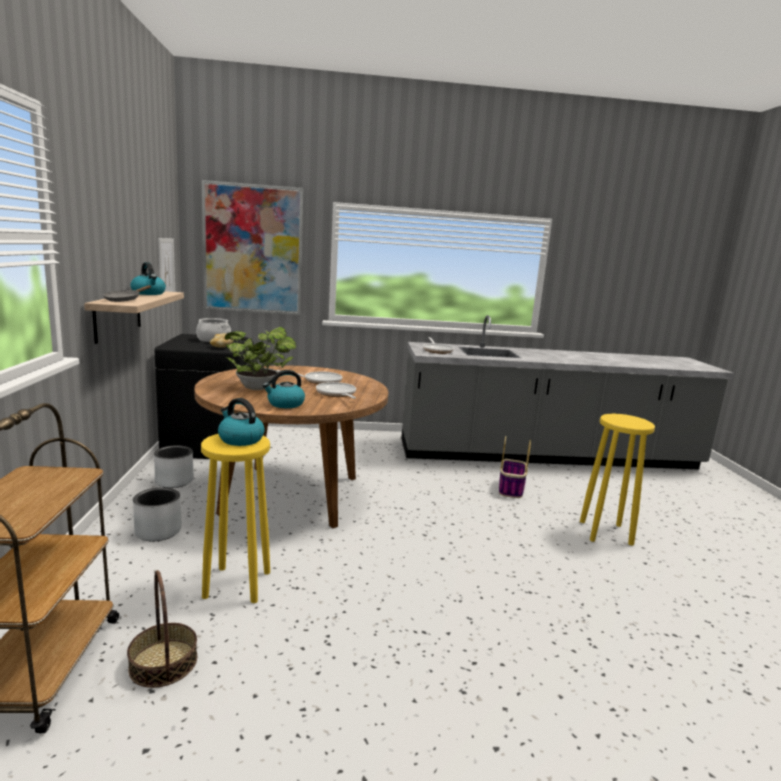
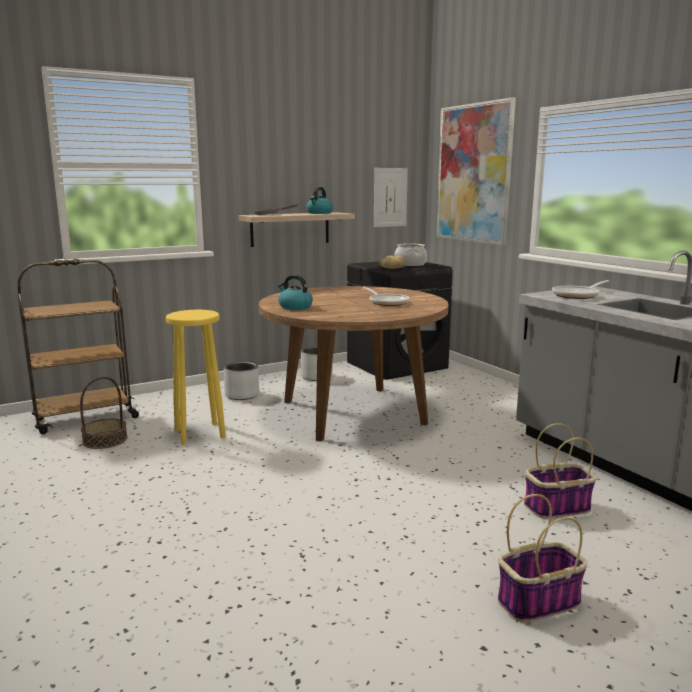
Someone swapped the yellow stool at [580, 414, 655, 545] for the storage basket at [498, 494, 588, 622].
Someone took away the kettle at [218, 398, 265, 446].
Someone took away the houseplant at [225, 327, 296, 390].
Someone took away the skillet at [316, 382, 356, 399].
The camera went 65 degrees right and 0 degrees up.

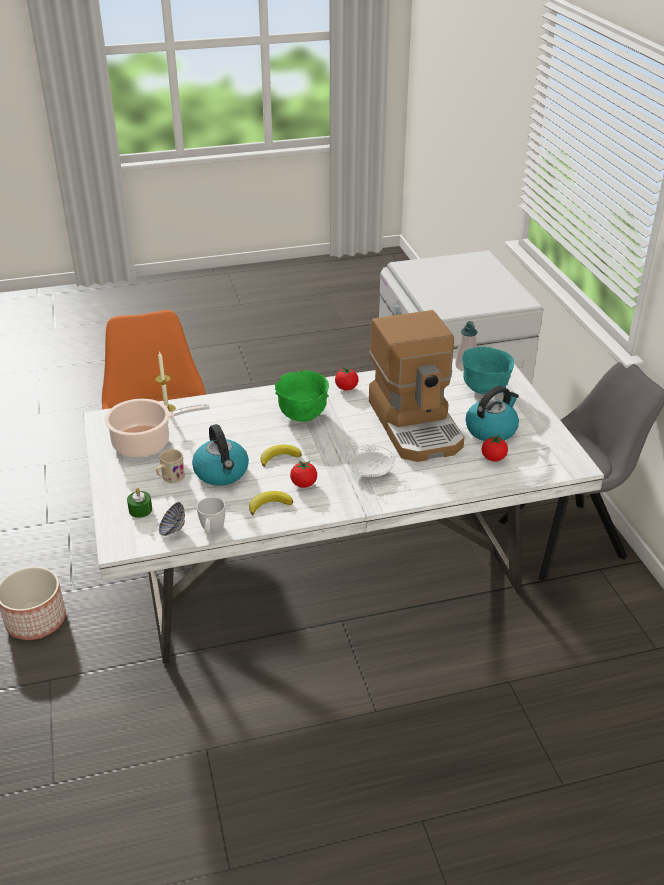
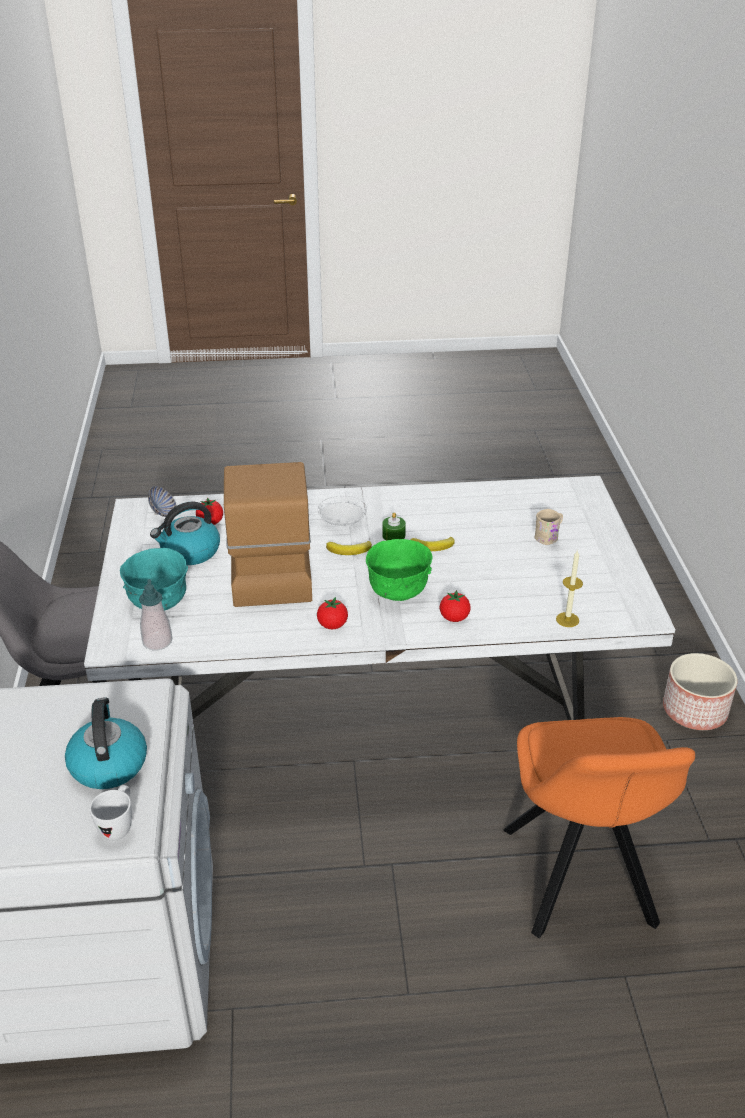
Someone carried the kettle from [192, 424, 249, 486] to [65, 697, 147, 789].
Someone carried the white tea mug from [197, 497, 225, 533] to [90, 785, 132, 841].
Someone carried the bowl from [159, 502, 185, 536] to [148, 486, 177, 517].
Someone carried the banana fruit from [249, 491, 293, 516] to [326, 541, 372, 555].
Someone carried the green-coloured wax light from [127, 488, 152, 518] to [382, 512, 406, 540].
Someone carried the fresh tomato from [290, 460, 317, 488] to [440, 590, 471, 622].
Someone took away the saucepot at [104, 399, 210, 458].
The camera went 170 degrees left and 0 degrees up.

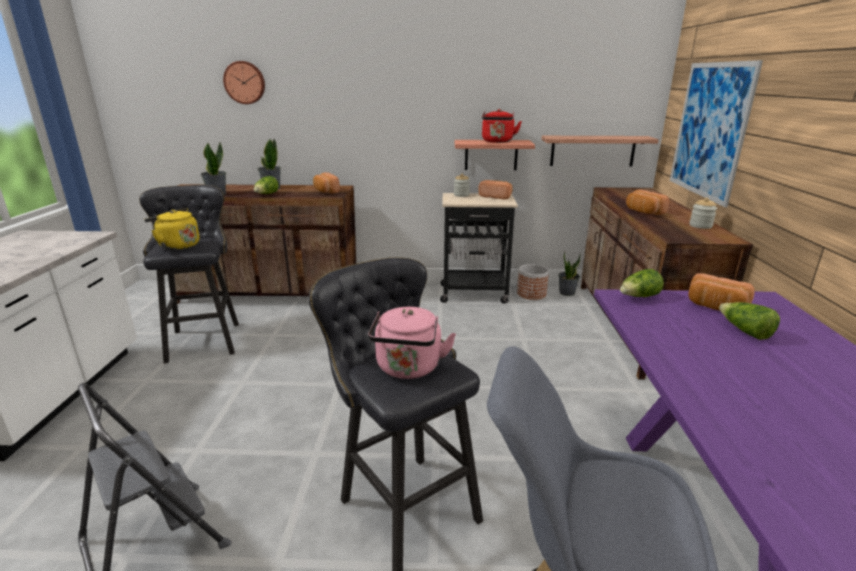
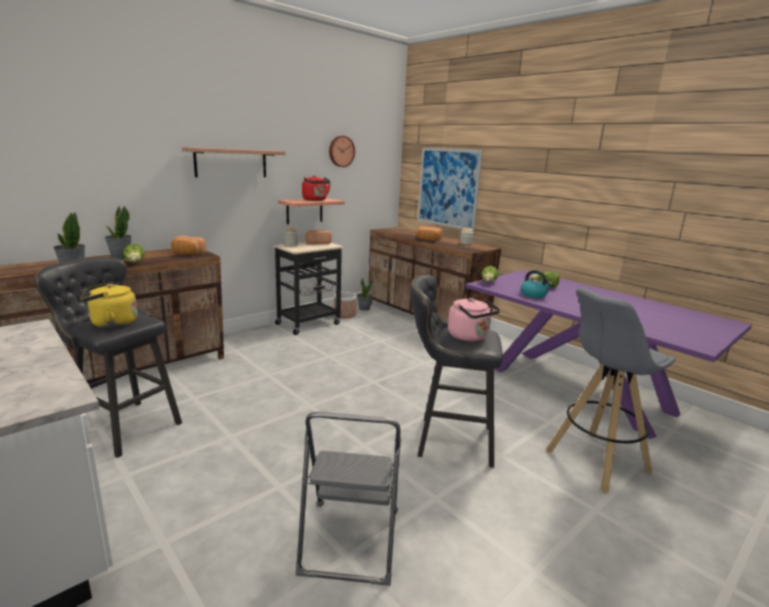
Someone carried the shelf from [541, 136, 659, 167] to [182, 147, 286, 177].
Someone carried the clock on the wall from [223, 61, 265, 104] to [329, 136, 355, 167].
Someone put down the kettle at [520, 270, 552, 298].
Someone took away the bakery bread at [688, 274, 755, 310].
The camera went 45 degrees left and 5 degrees down.

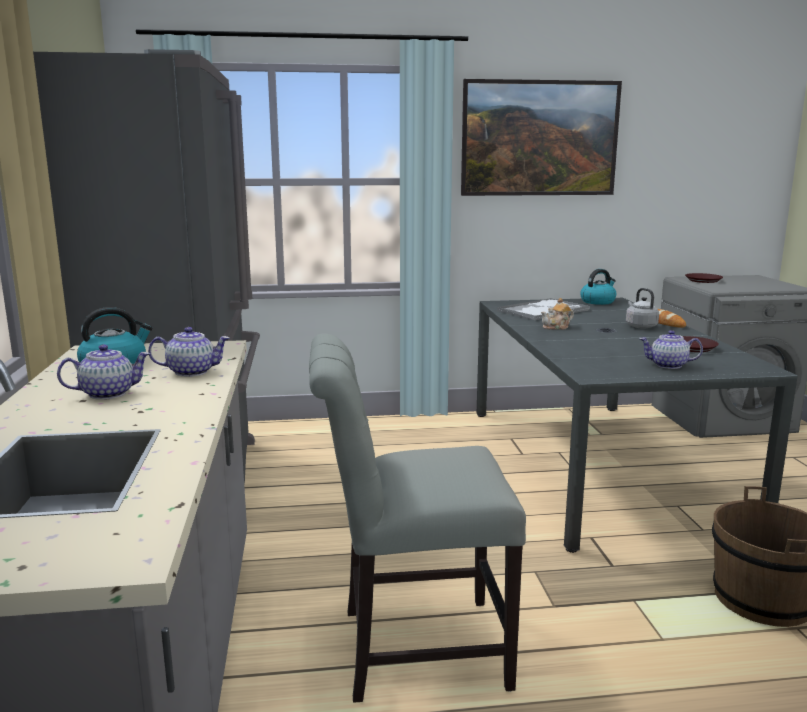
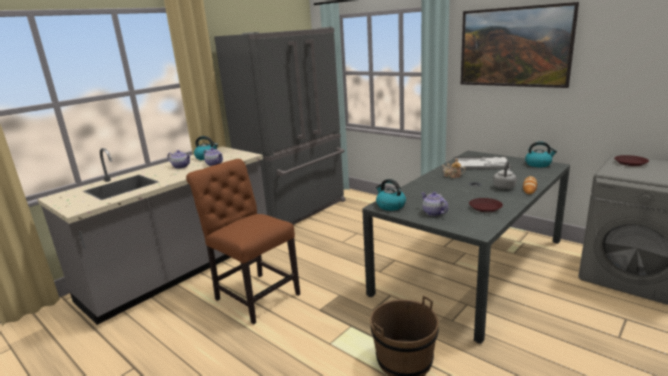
Someone repainted the gray chair at [309, 333, 526, 703], which became the brown chair at [186, 159, 300, 324].
Someone put down the kettle at [376, 179, 406, 211].
The camera went 50 degrees right and 5 degrees up.

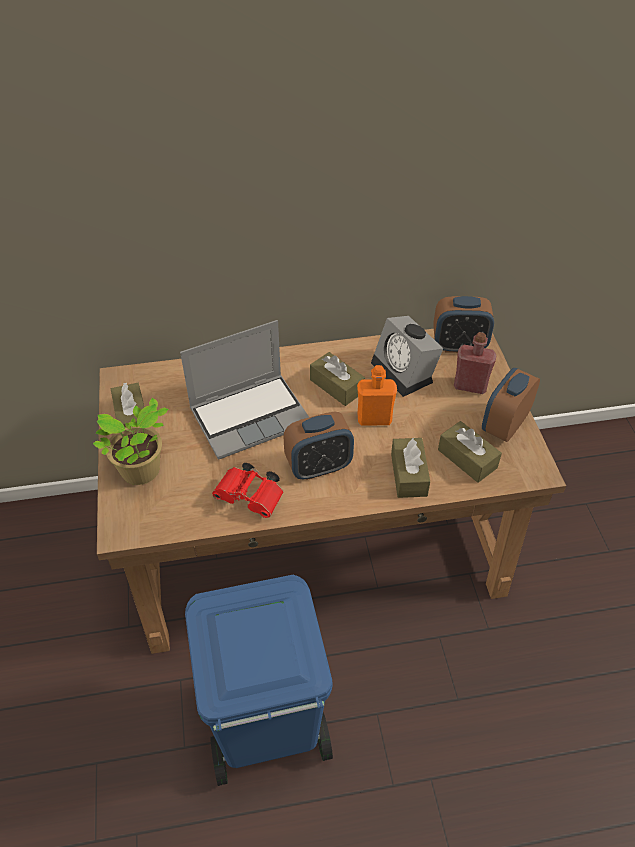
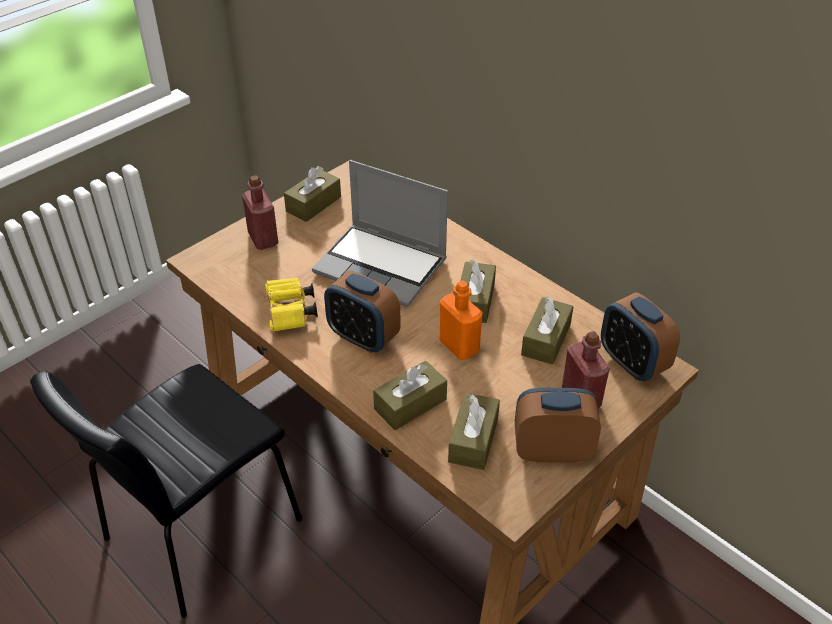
Someone swapped the blue-coloured trash can at [185, 575, 333, 786] for the black chair at [30, 364, 302, 618].
Someone swapped the houseplant at [93, 398, 168, 485] for the red-coloured bottle at [242, 175, 278, 250].
Someone repainted the red-coloured binoculars at [212, 463, 283, 518], which became the yellow binoculars at [264, 277, 318, 332].
Someone swapped the bedside clock at [371, 316, 444, 397] for the brown tissue box at [521, 297, 574, 365].
The camera went 55 degrees right and 5 degrees down.

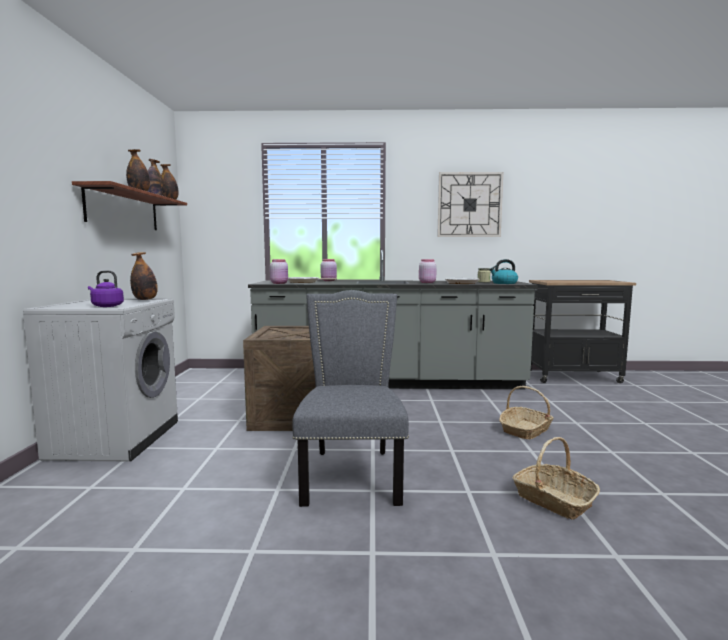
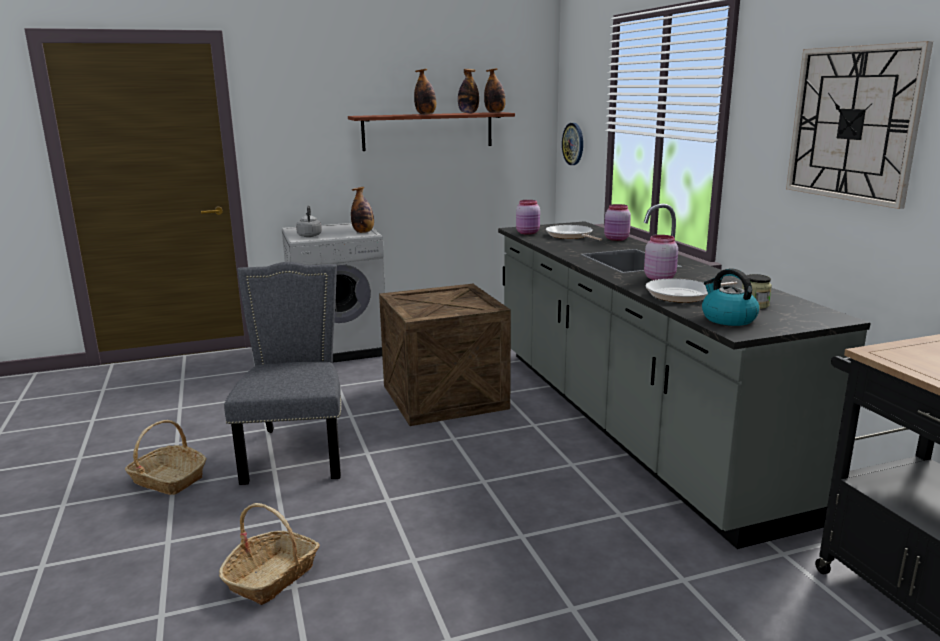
Someone carried the storage basket from [499, 386, 554, 439] to [125, 420, 207, 495].
Someone rotated the gray chair at [292, 290, 409, 507] by 75 degrees counterclockwise.
Someone repainted the purple kettle at [88, 270, 124, 307], which became the gray kettle at [296, 205, 322, 237].
Someone put up the clock on the wall at [562, 123, 583, 165].
The camera went 70 degrees right and 10 degrees up.

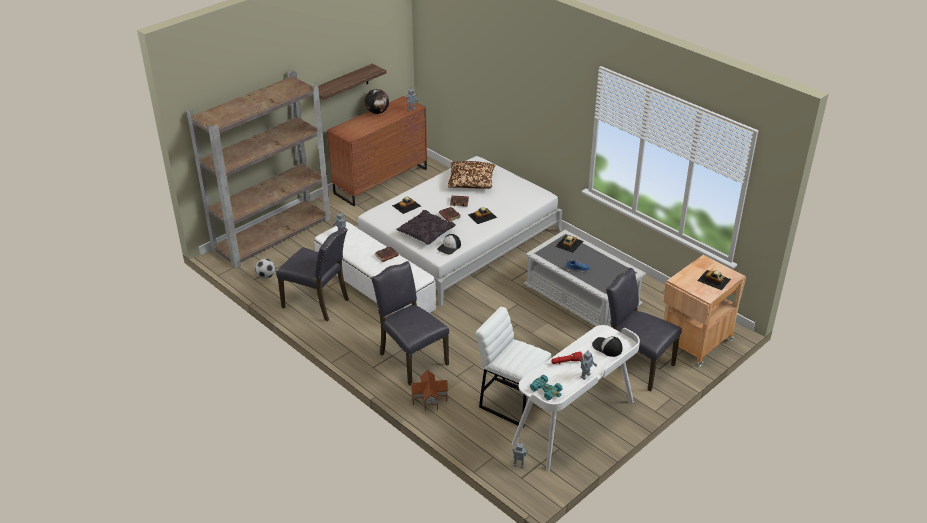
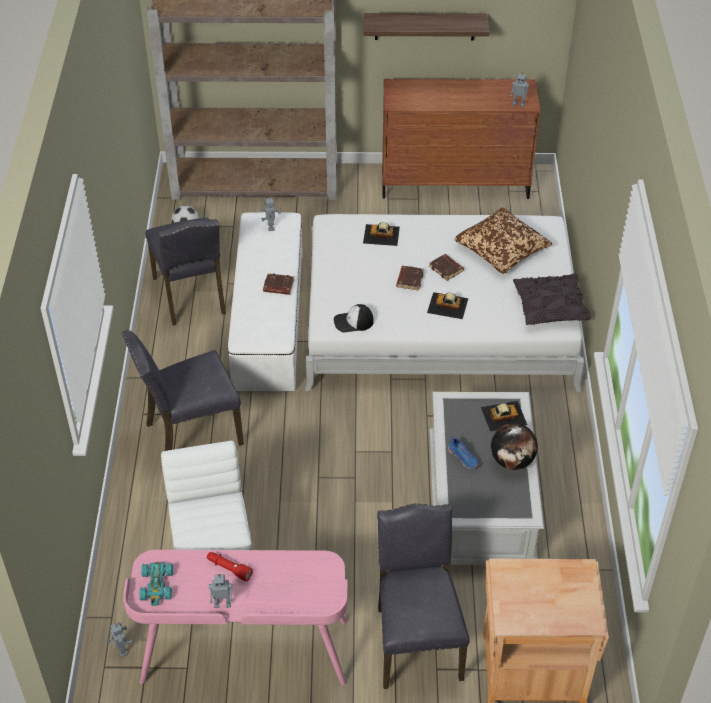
Someone rotated the gray chair at [371, 261, 449, 386] by 120 degrees counterclockwise.
Someone repainted the white desk table at [512, 325, 640, 471], which became the pink-coloured desk table at [123, 550, 348, 685].
Someone carried the globe from [365, 89, 389, 114] to [491, 423, 538, 470].
Someone carried the black cushion from [396, 210, 456, 245] to [513, 273, 591, 325].
Someone took away the toy house at [411, 370, 448, 411].
Someone took away the peaked cap at [592, 336, 622, 357].
Someone took away the toy car at [697, 270, 731, 290].
The camera went 45 degrees right and 10 degrees up.

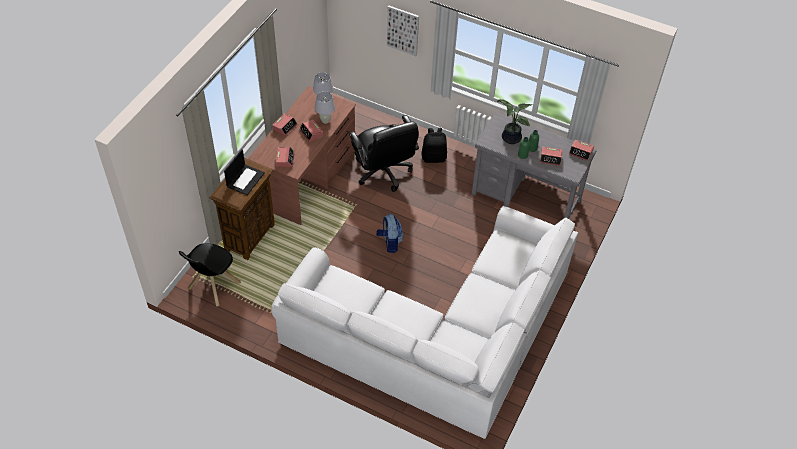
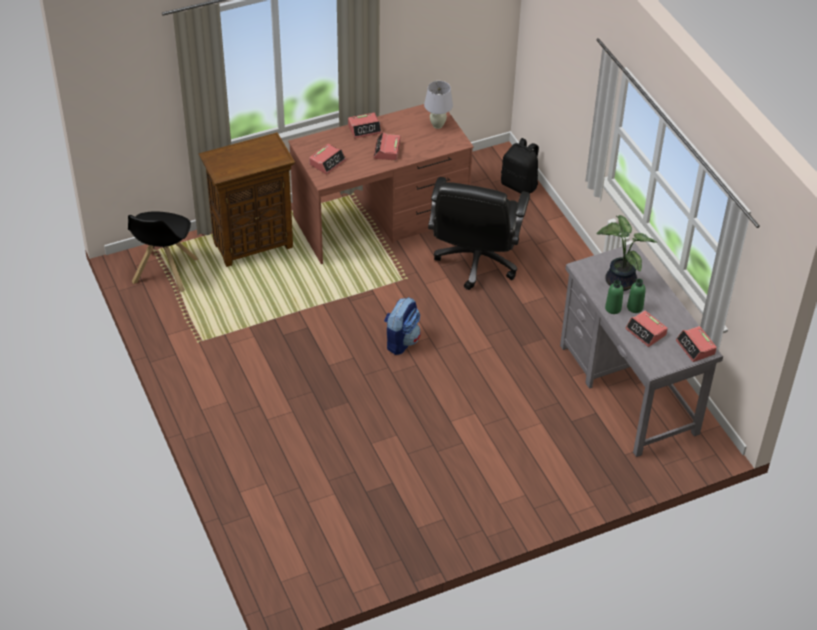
Someone rotated the black chair at [179, 243, 241, 307] by 60 degrees counterclockwise.
Someone carried the black backpack from [422, 128, 447, 163] to [501, 138, 539, 193].
Someone took away the laptop at [224, 149, 265, 195].
Someone took away the white settee at [271, 206, 578, 439].
Someone took away the white tabletop lamp at [315, 91, 335, 124].
Someone took away the wall picture at [387, 5, 419, 56].
The camera went 40 degrees right and 5 degrees down.

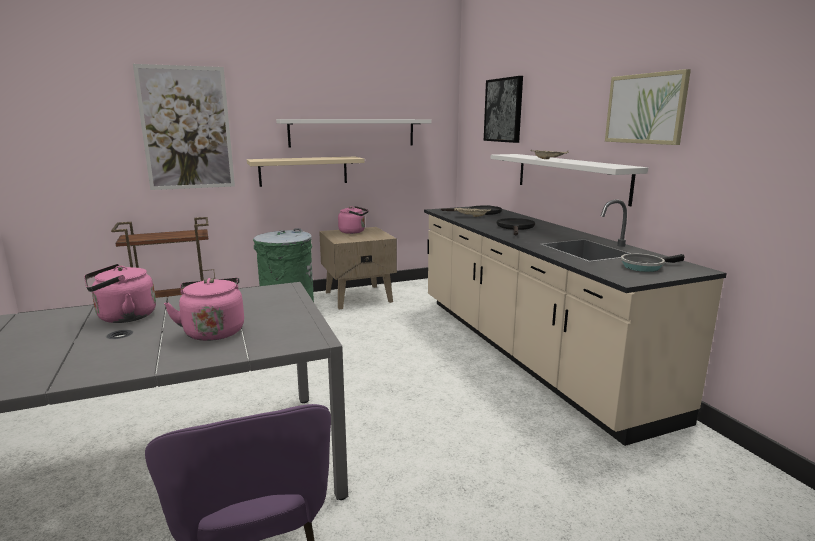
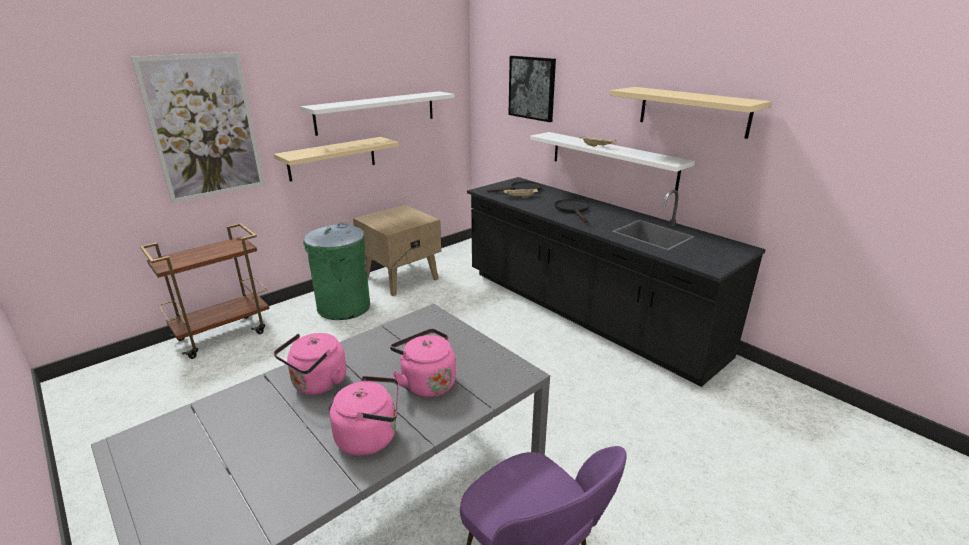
Someone carried the pink-coloured kettle from [338, 206, 369, 234] to [330, 376, 399, 456].
Someone repainted the sand-coloured kitchen counter at [424, 199, 727, 446], which became the black kitchen counter at [467, 177, 766, 387].
Someone swapped the wall picture at [605, 69, 691, 145] for the sand-coloured shelf at [610, 87, 771, 139].
Someone took away the skillet at [621, 254, 685, 272].
The camera went 20 degrees left and 10 degrees up.

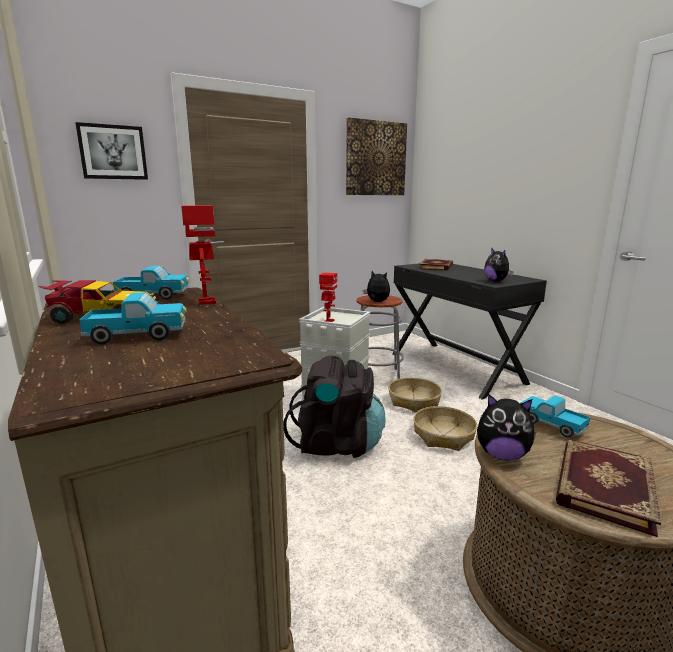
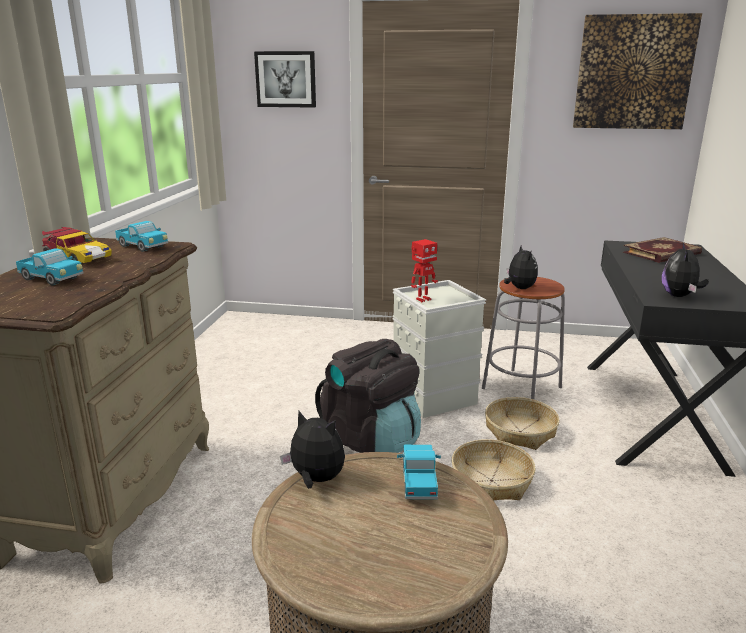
Someone rotated the plush toy at [477, 394, 536, 460] by 150 degrees clockwise.
Someone took away the robot figure at [181, 205, 216, 305].
Someone took away the book at [556, 439, 661, 537].
The camera went 40 degrees right and 5 degrees up.

